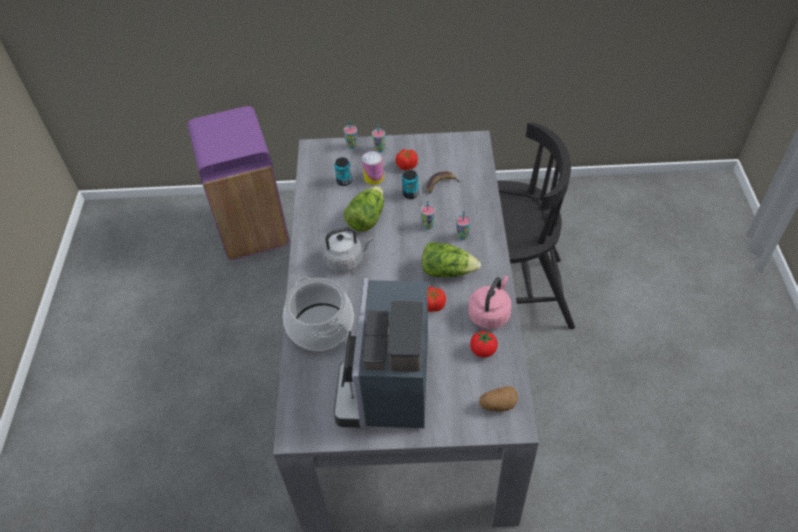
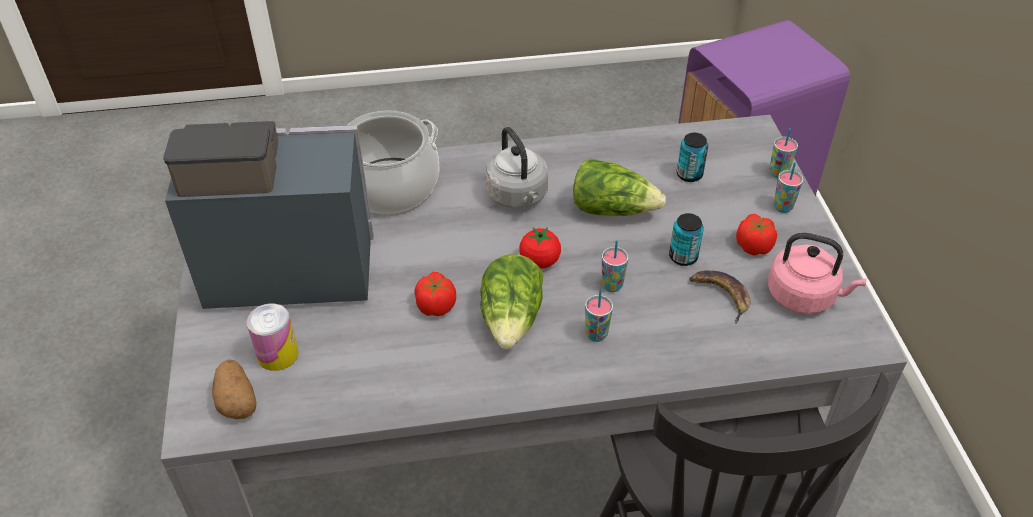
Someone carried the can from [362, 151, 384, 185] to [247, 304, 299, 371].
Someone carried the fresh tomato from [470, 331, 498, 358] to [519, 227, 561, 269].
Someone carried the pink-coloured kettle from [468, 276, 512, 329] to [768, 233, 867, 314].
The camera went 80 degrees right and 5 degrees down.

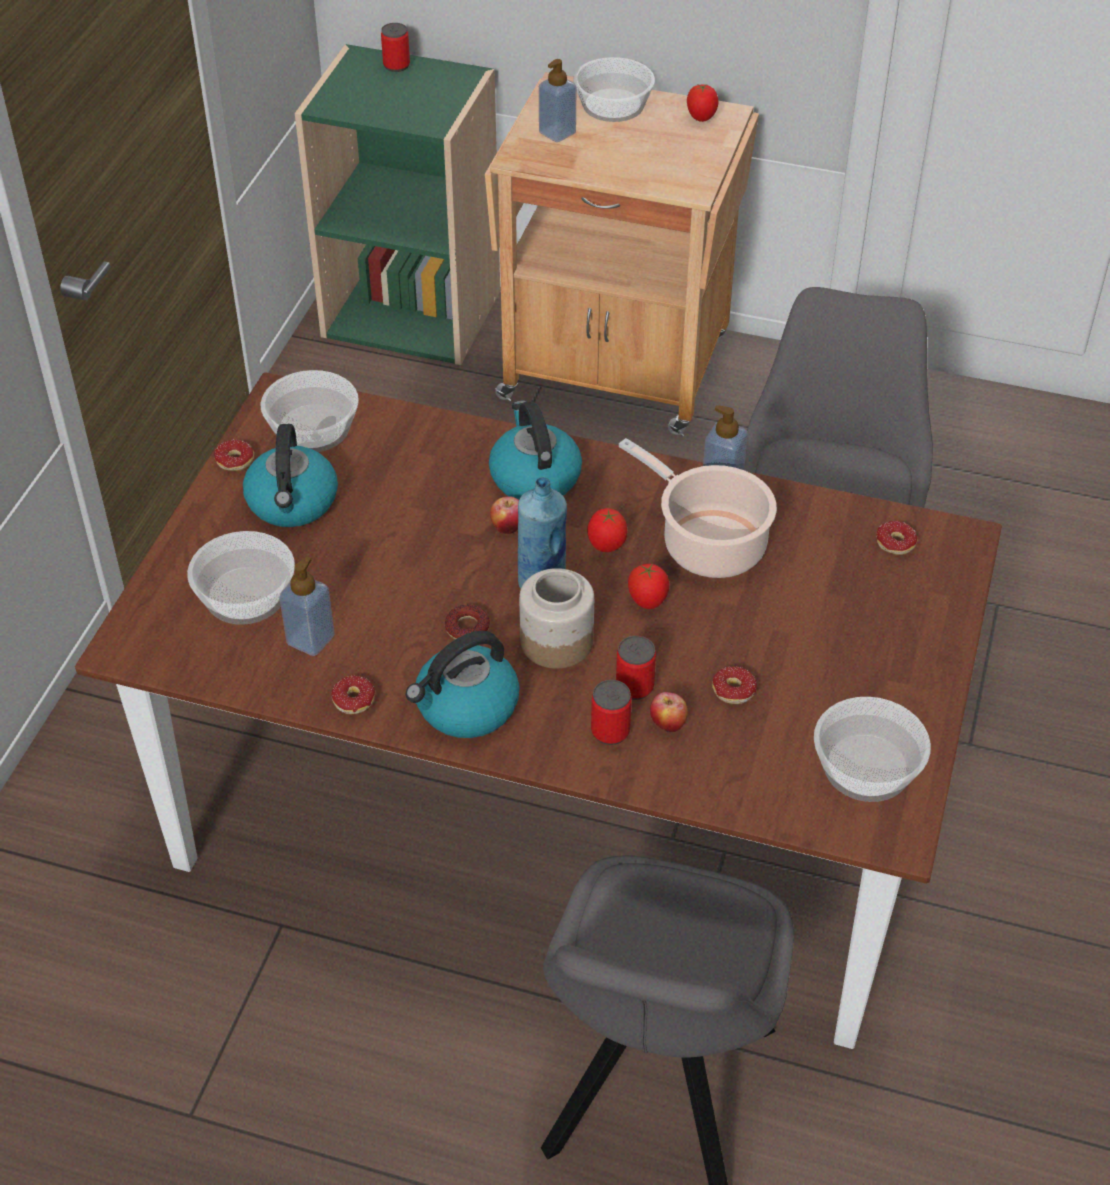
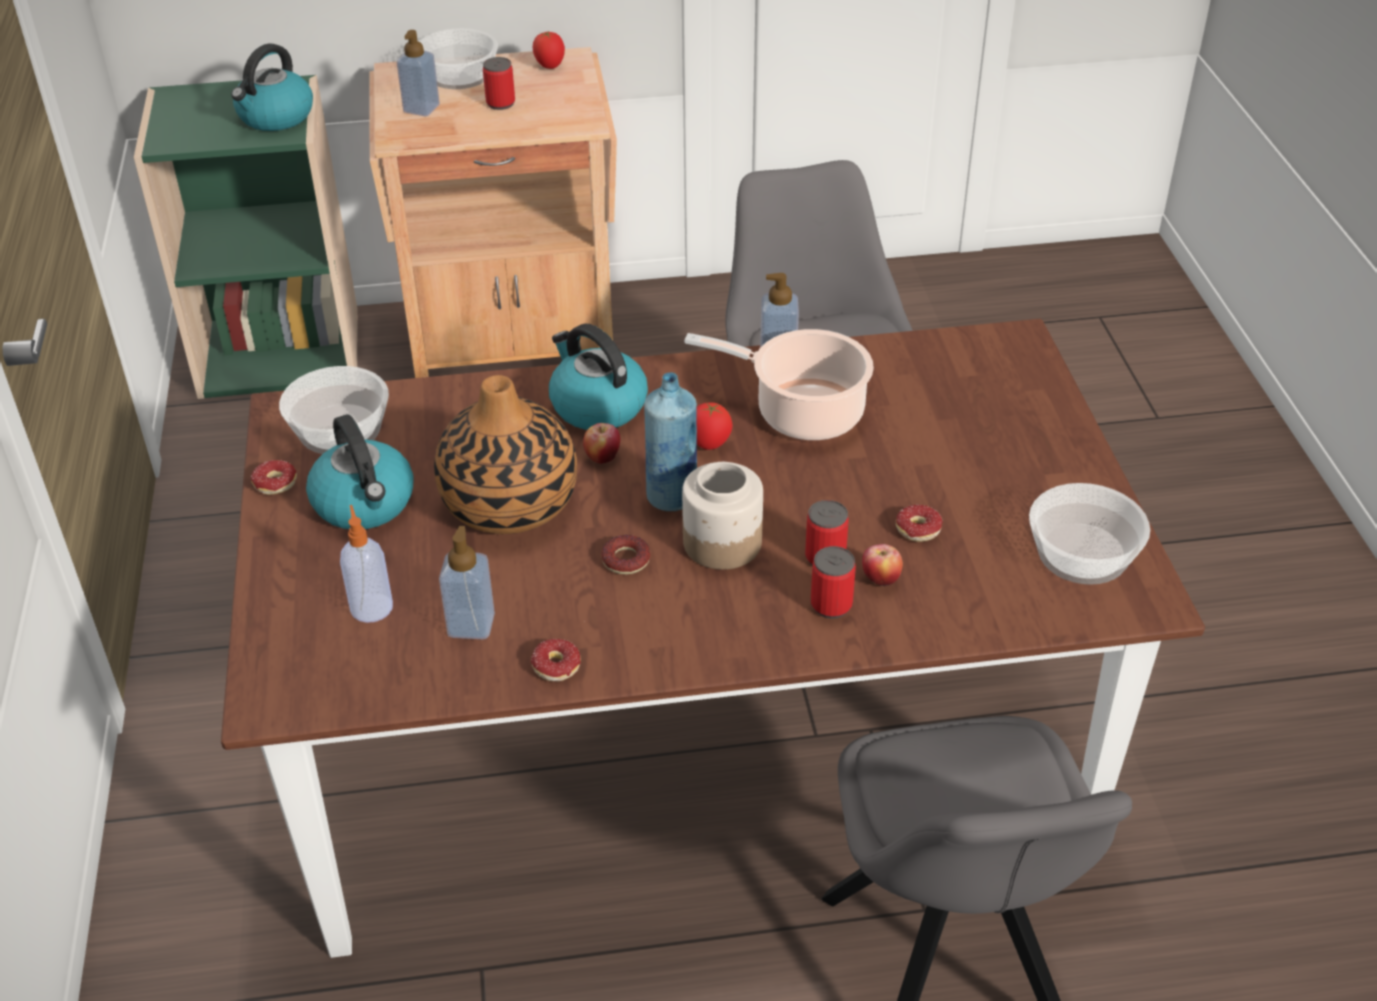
Someone carried the kettle from [406, 631, 520, 738] to [231, 44, 313, 131].
Someone swapped the bowl at [187, 531, 295, 625] for the liquid soap bottle at [340, 505, 393, 623].
Someone put down the decorative vase at [434, 375, 577, 534].
Someone carried the can from [381, 23, 410, 72] to [483, 57, 515, 110].
Someone took away the fresh tomato at [628, 564, 670, 609].
Someone took away the donut at [876, 521, 918, 555].
The camera went 25 degrees left and 5 degrees down.

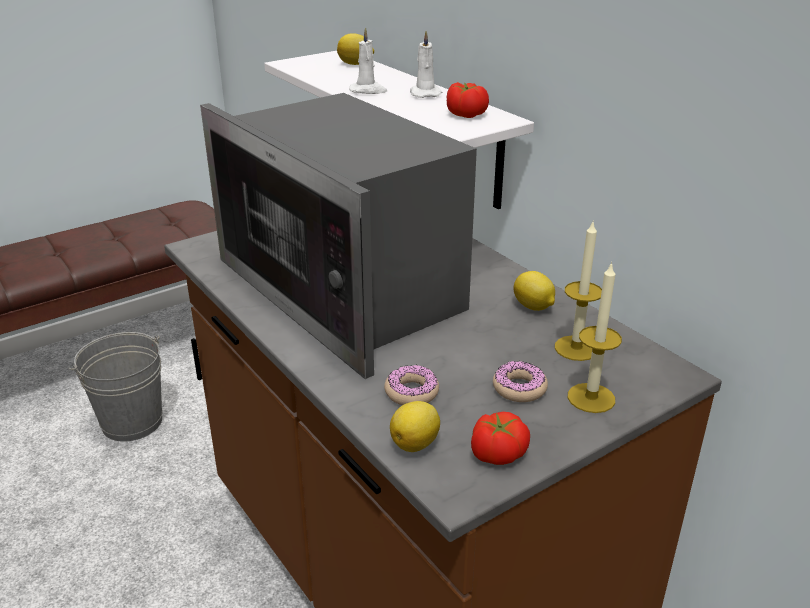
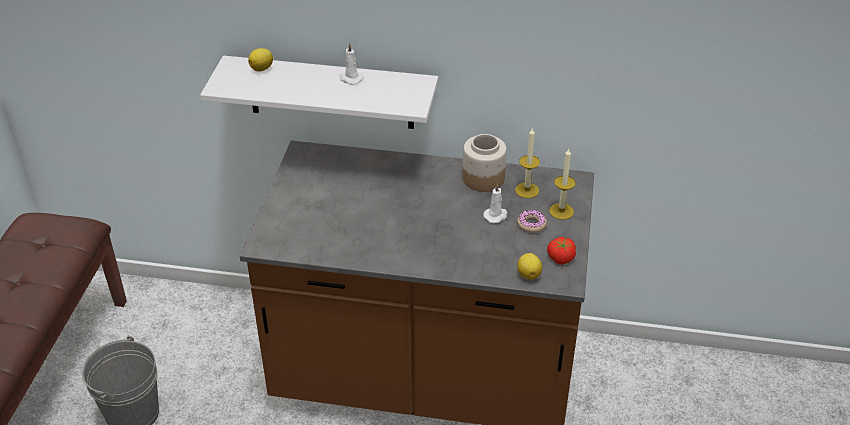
Someone swapped the citrus fruit at [514, 271, 555, 311] for the preserve jar at [463, 134, 507, 192].
Someone carried the white wax light from [349, 27, 387, 94] to [483, 183, 507, 223].
Someone took away the microwave oven at [200, 93, 477, 379].
Someone took away the donut at [384, 364, 439, 405].
Someone took away the fresh tomato at [447, 82, 489, 118].
The camera went 45 degrees left and 10 degrees up.

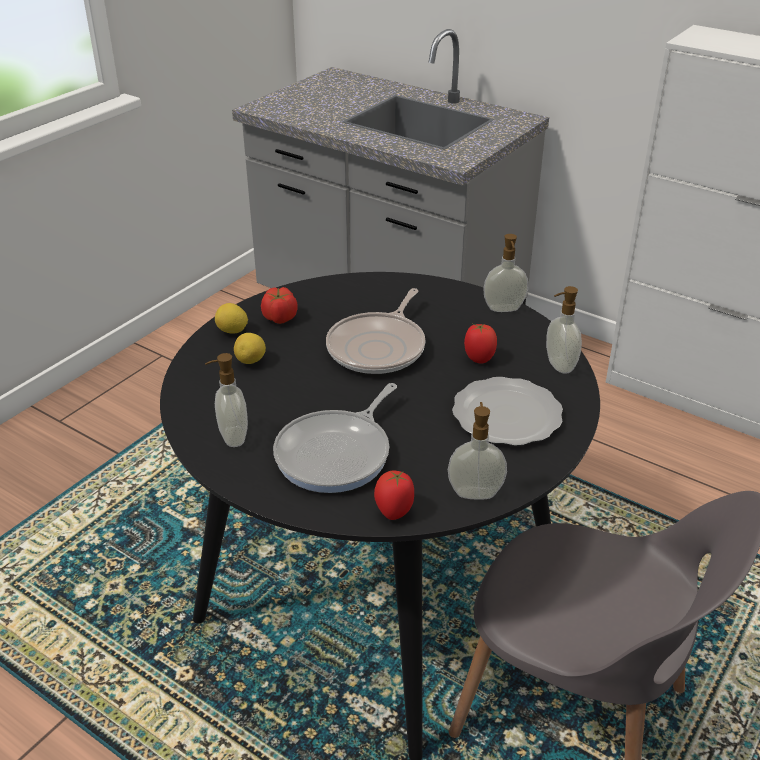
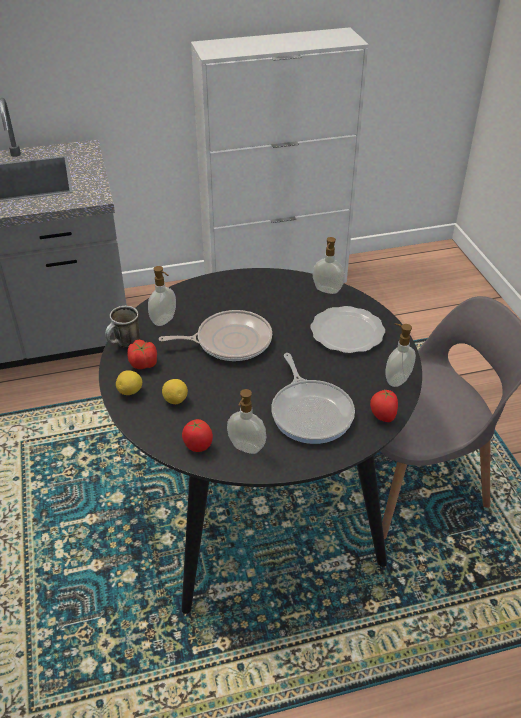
Someone put down the tea mug at [105, 306, 140, 348].
Someone carried the liquid soap bottle from [483, 234, 528, 312] to [148, 266, 176, 326].
Someone rotated the skillet at [326, 288, 426, 374] by 75 degrees counterclockwise.
Someone carried the fresh tomato from [464, 324, 497, 364] to [182, 419, 213, 452].
The camera went 50 degrees left and 5 degrees up.

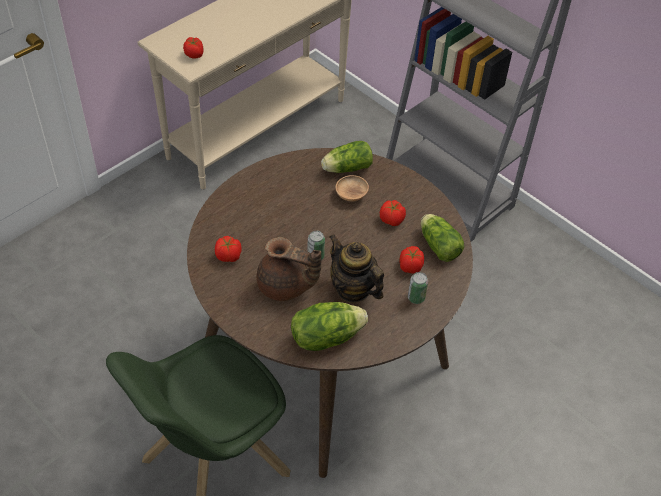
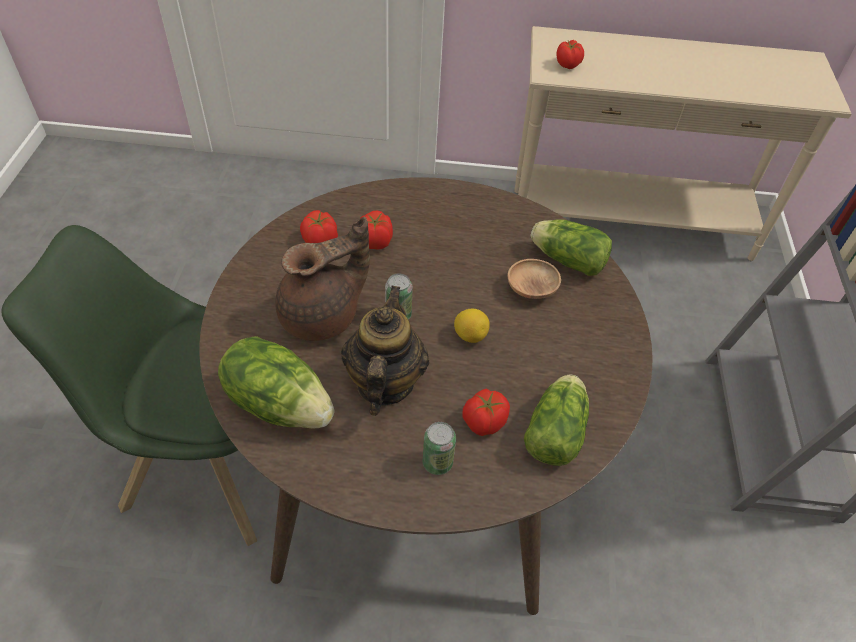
Someone rotated the brown tea pot at [256, 237, 321, 301] by 105 degrees counterclockwise.
Someone carried the fresh tomato from [380, 200, 406, 226] to [360, 210, 393, 250].
Someone put down the citrus fruit at [454, 309, 490, 343].
The camera went 50 degrees right and 0 degrees up.

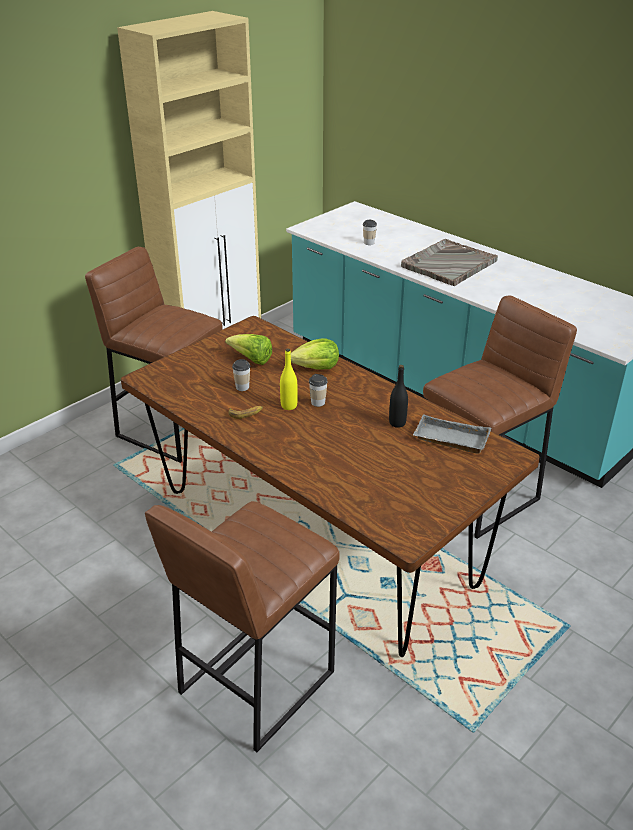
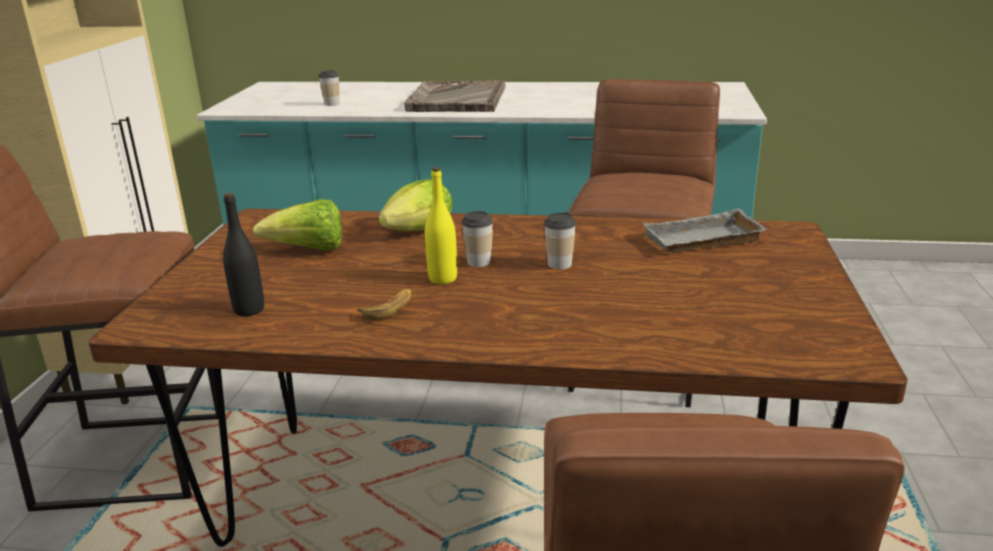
Someone carried the black bottle from [389, 365, 408, 428] to [223, 193, 264, 316].
Someone carried the cup from [232, 359, 250, 391] to [544, 212, 576, 269].
The camera went 35 degrees left and 10 degrees down.

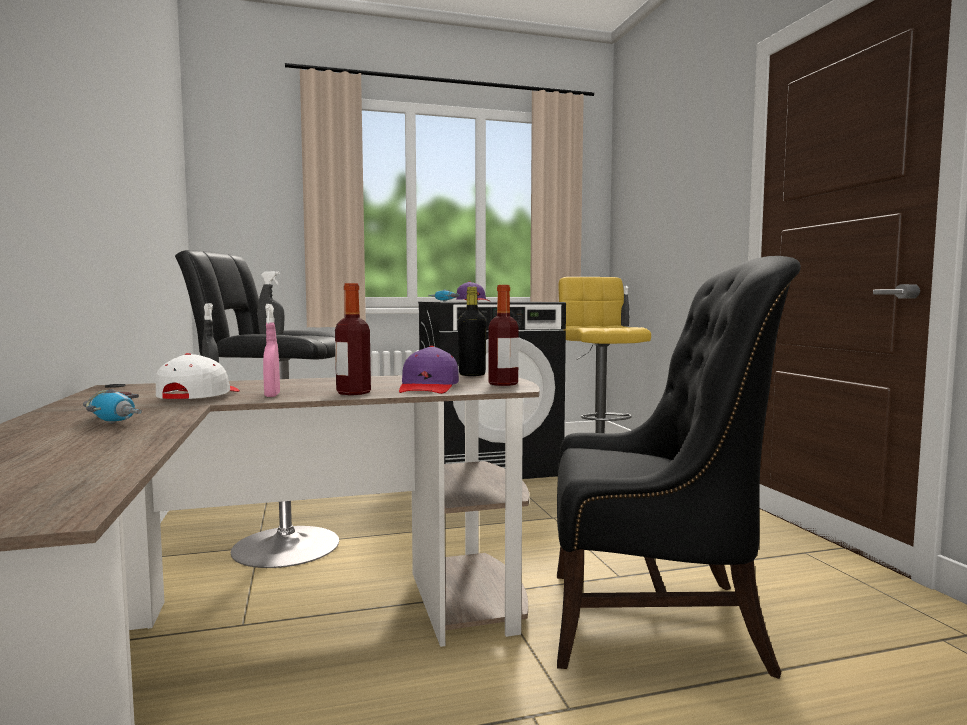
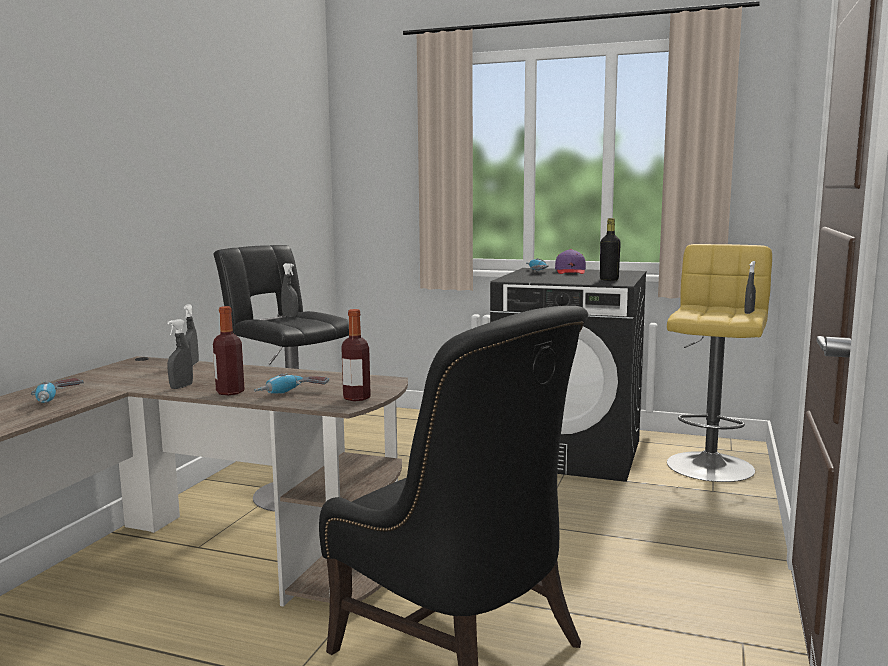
Someone repainted the pink-coloured hand sprayer at [263, 304, 280, 397], which became the gray hand sprayer at [167, 319, 193, 389].
Someone swapped the purple peaked cap at [399, 346, 459, 394] for the electric drill at [254, 373, 329, 394].
Someone carried the black bottle from [458, 286, 486, 376] to [600, 218, 621, 281].
Someone took away the white peaked cap at [156, 353, 240, 399].
The camera went 35 degrees right and 5 degrees up.

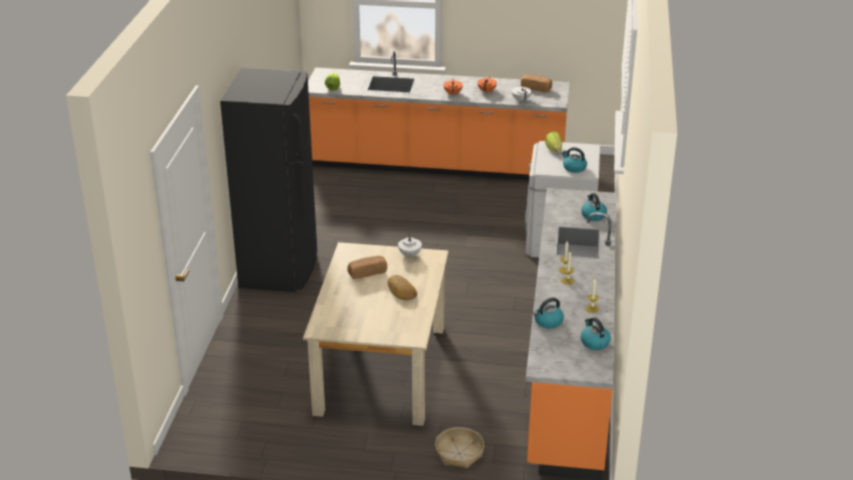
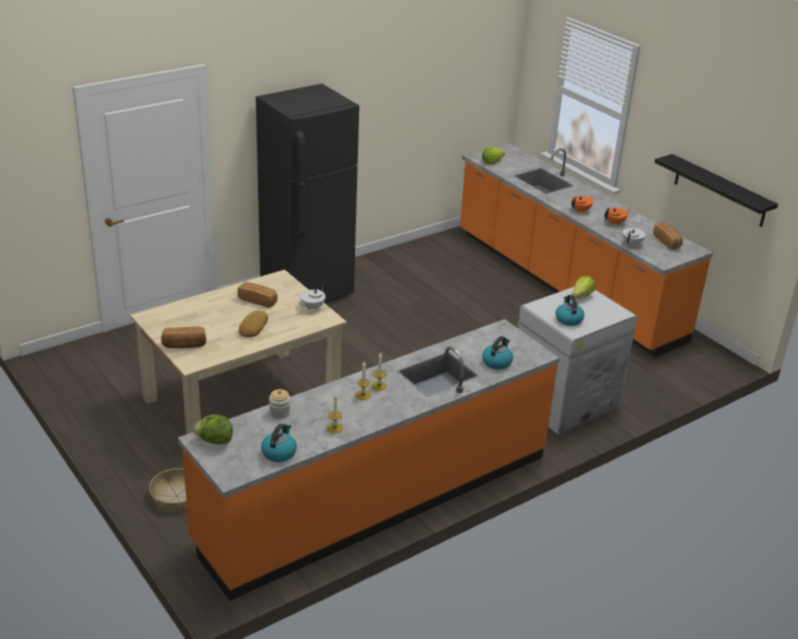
Someone put down the bakery bread at [161, 327, 206, 348].
Someone put down the head of lettuce at [194, 415, 233, 444].
Someone swapped the kettle at [534, 297, 564, 329] for the preserve jar at [269, 389, 290, 419].
Someone put up the black shelf at [654, 154, 778, 227].
The camera went 45 degrees right and 0 degrees up.

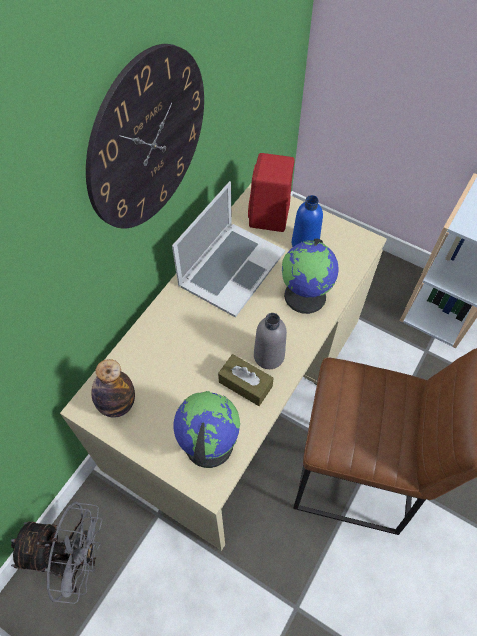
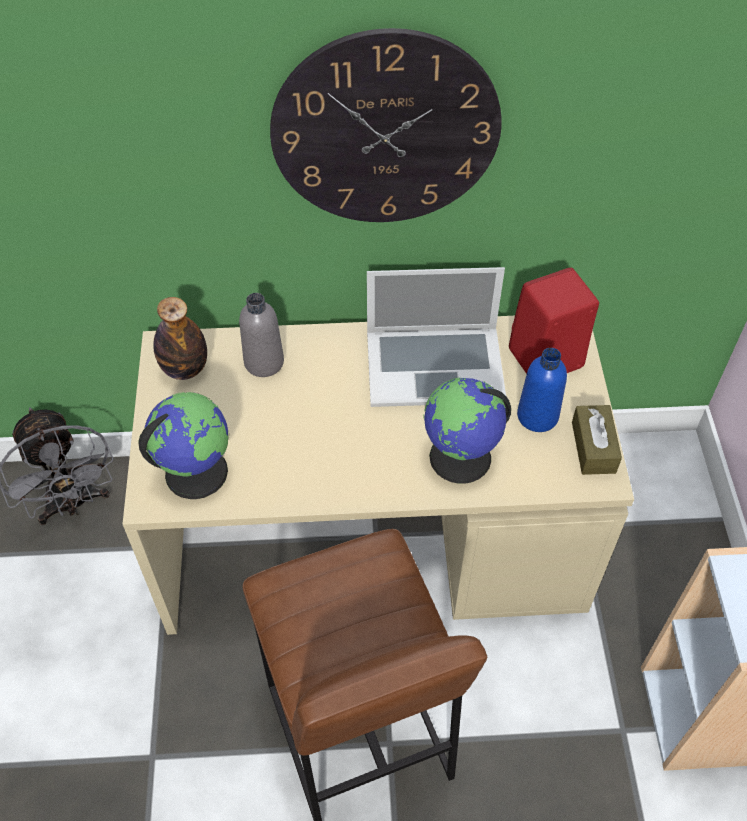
Someone carried the gray bottle from [254, 313, 287, 369] to [239, 293, 284, 377].
Someone carried the brown tissue box from [218, 354, 274, 406] to [572, 405, 622, 475].
The camera went 55 degrees right and 5 degrees down.

